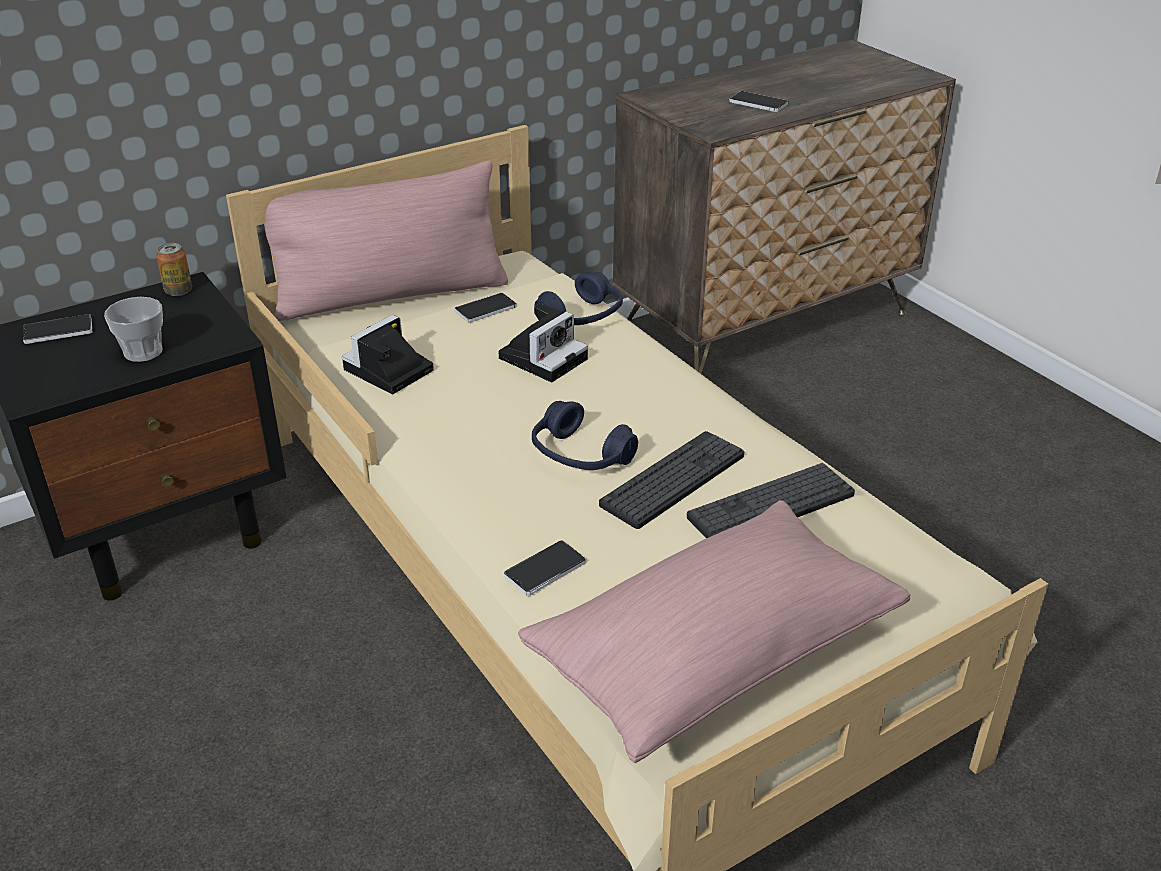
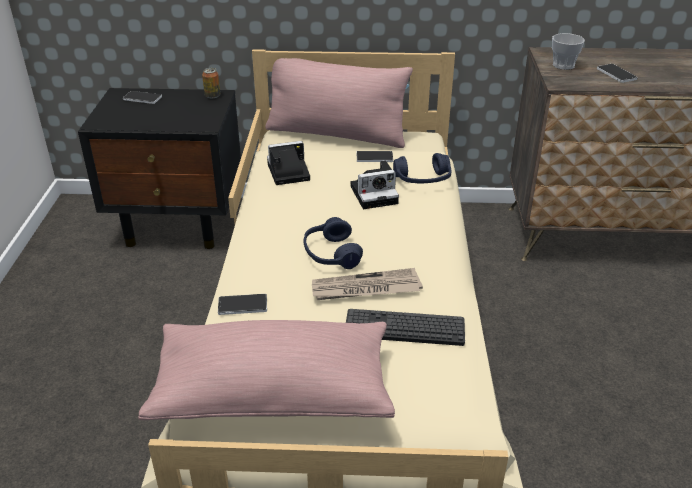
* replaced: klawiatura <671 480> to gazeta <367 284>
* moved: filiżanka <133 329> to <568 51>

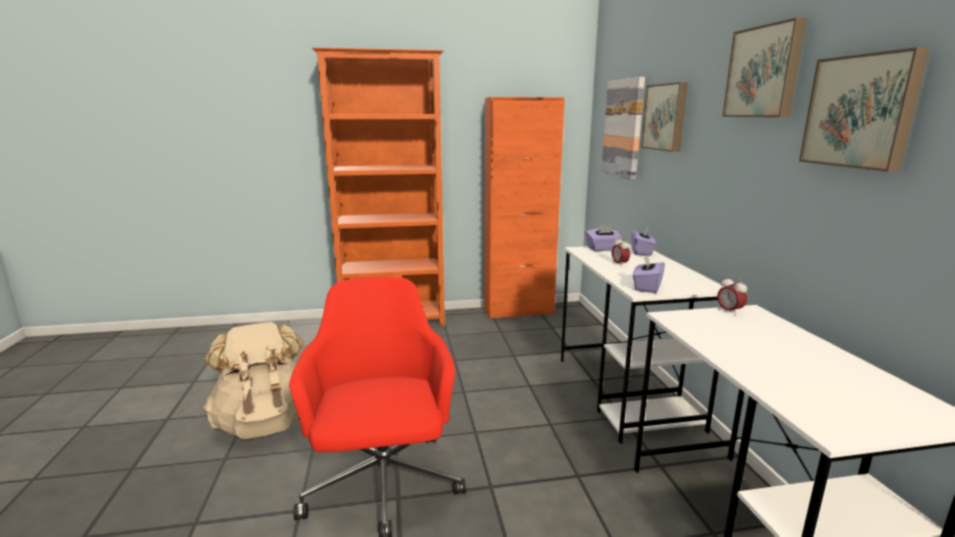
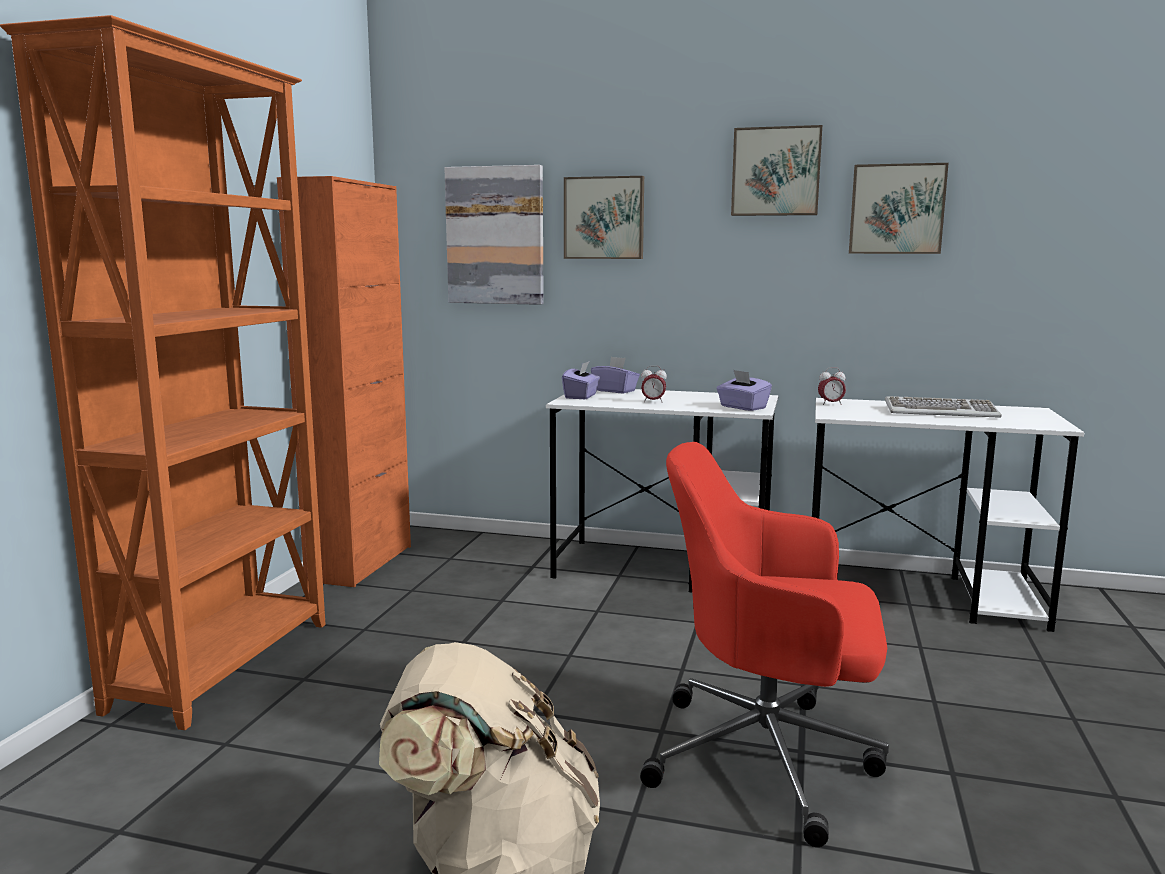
* added: klawiatura <943 407>

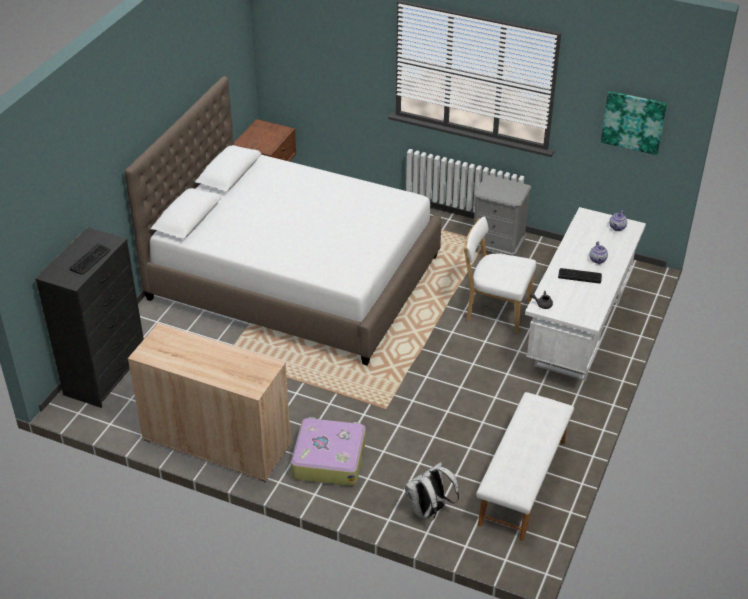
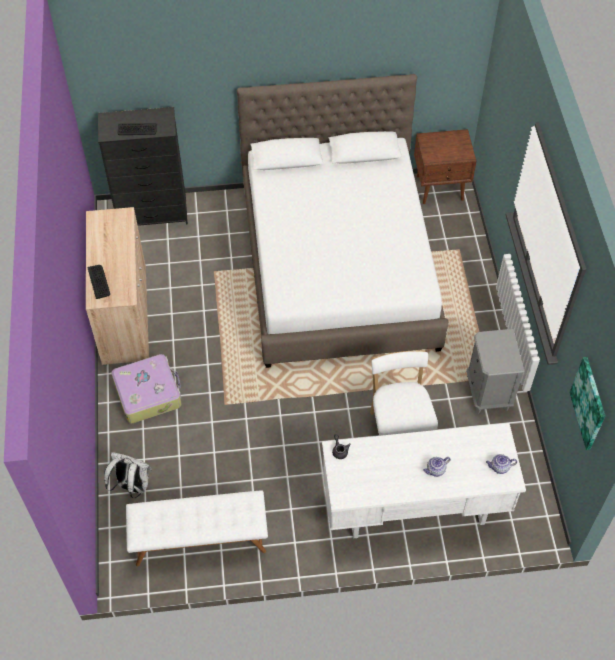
* moved: klawiatura <580 276> to <98 282>

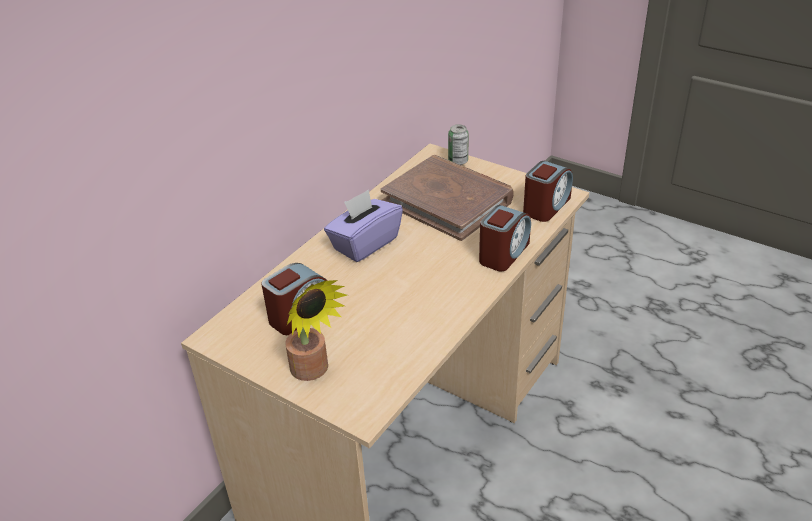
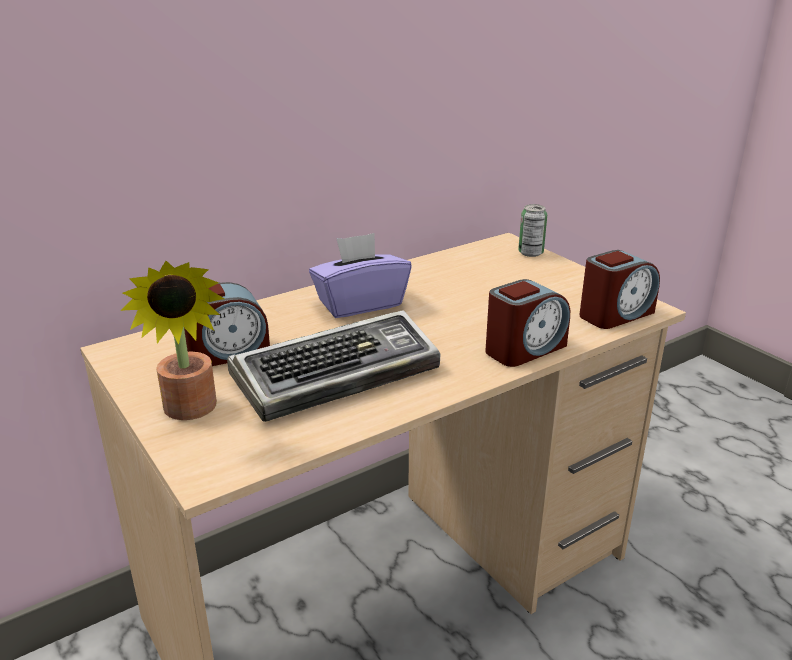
* added: klawiatura <333 366>
* removed: książka [brązowy] <447 198>

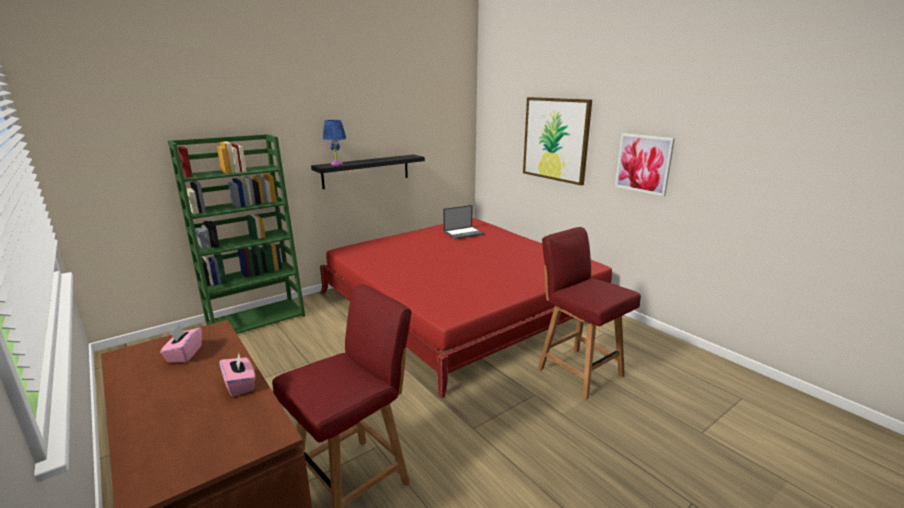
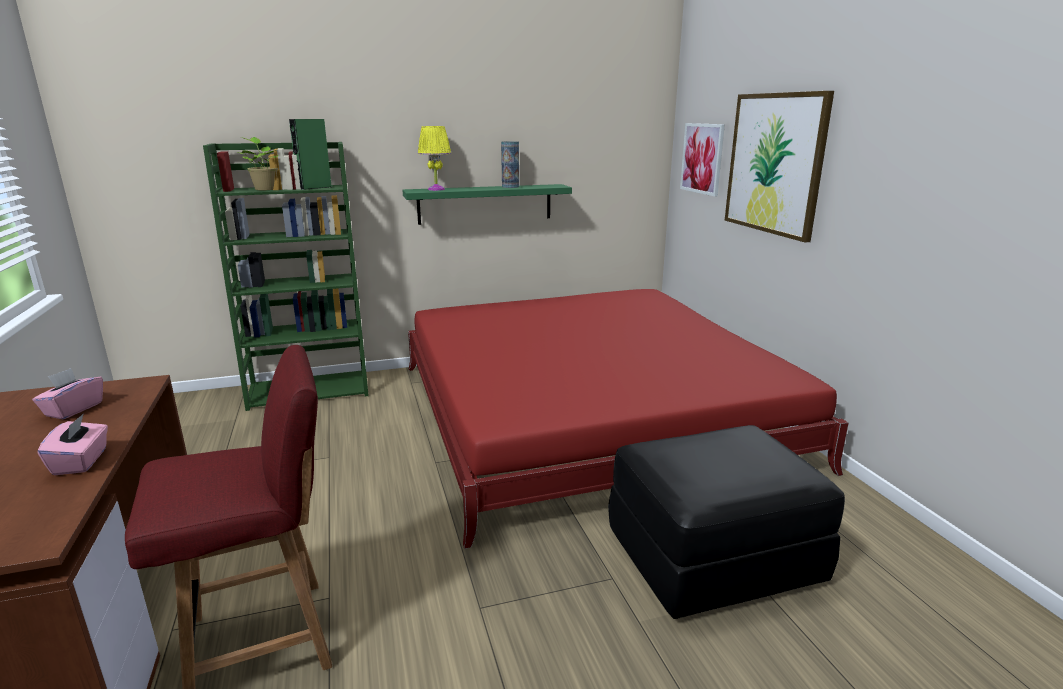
* added: roślina doniczkowa <258 163>
* added: głośnik [zielony] <310 154>
* recoloured: półka [czarny] <368 171> to półka [zielony] <487 204>
* recoloured: lampa stołowa [niebieski] <334 142> to lampa stołowa [żółty] <434 158>
* added: wazon <510 164>
* replaced: krzesło [czerwony] <589 313> to pufa [czarny] <726 522>
* moved: obraz <645 164> to <702 159>
* removed: laptop <464 222>

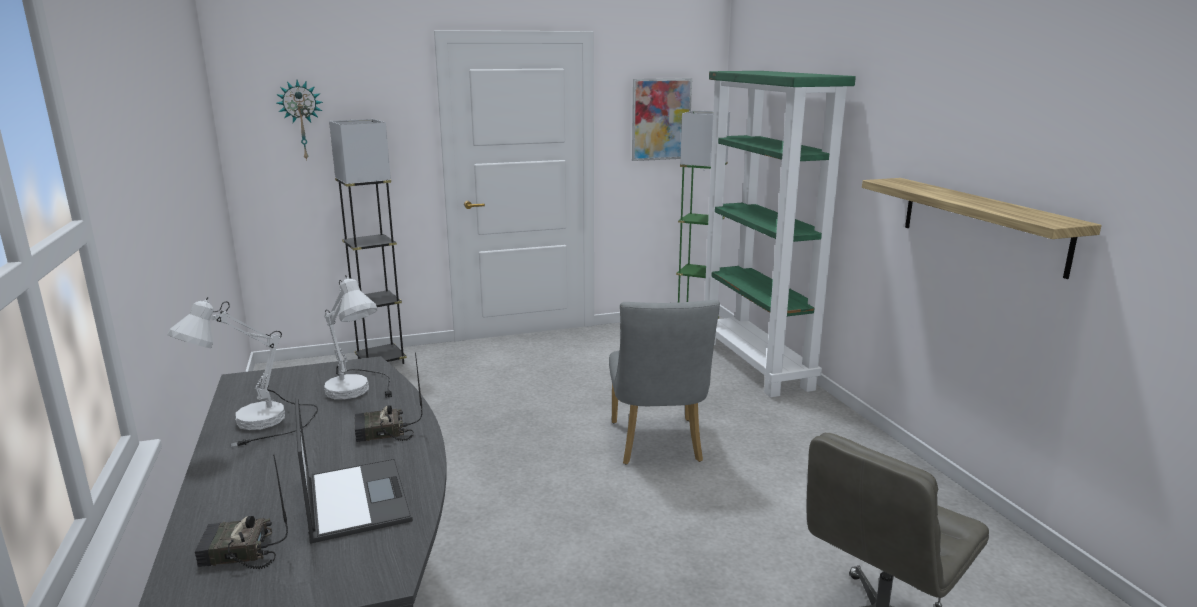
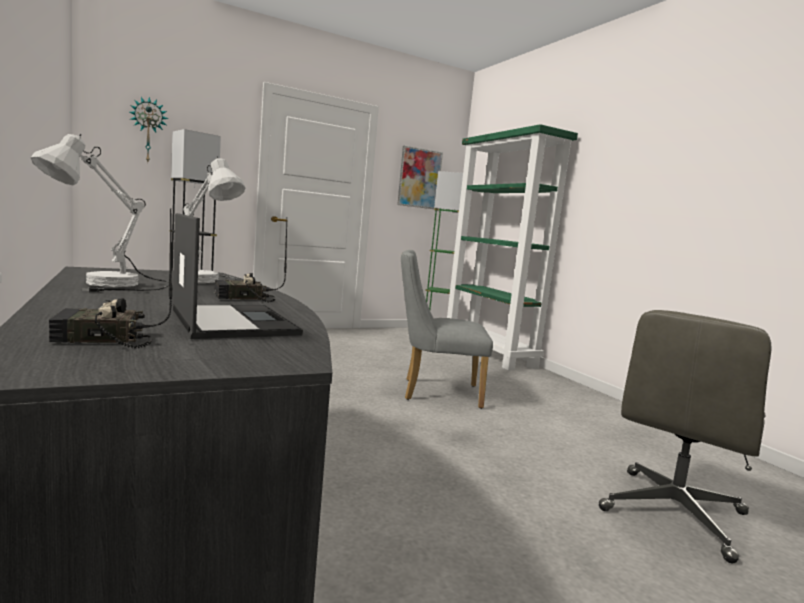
* turned: krzesło [szary] <664 382> = <447 329> 105 degrees clockwise
* removed: półka <982 228>

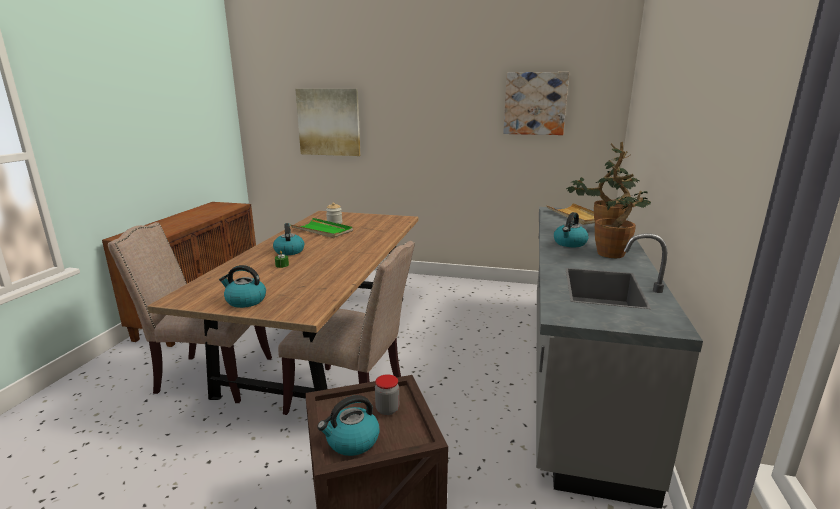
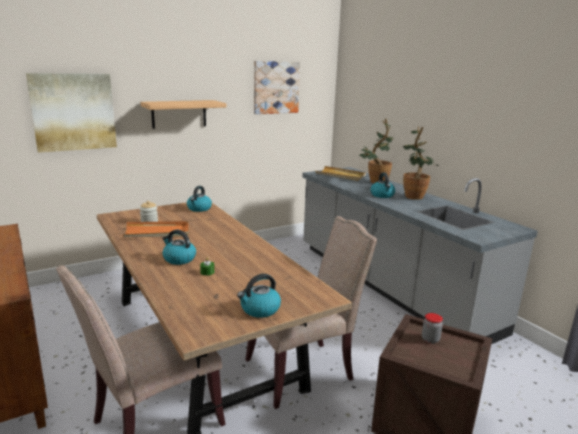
* recoloured: taca [zielony] <322 228> to taca [pomarańczowy] <156 229>
* added: półka <183 114>
* moved: czajnik <348 425> to <199 199>

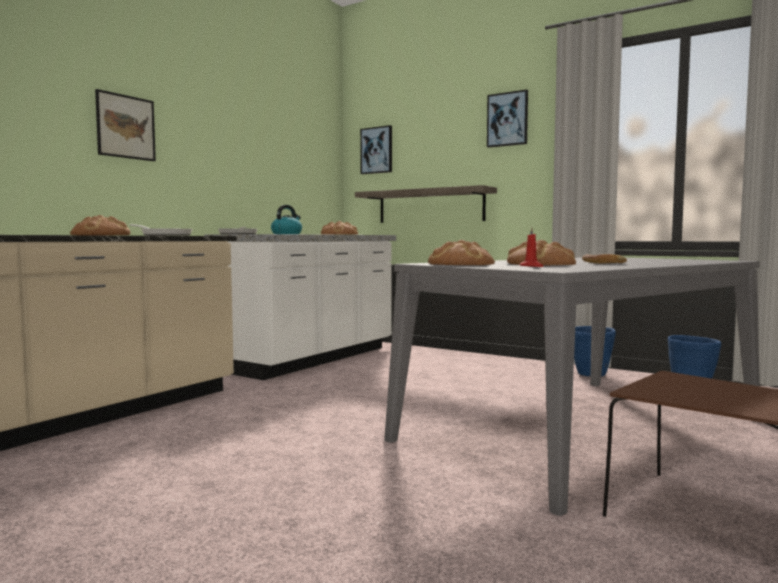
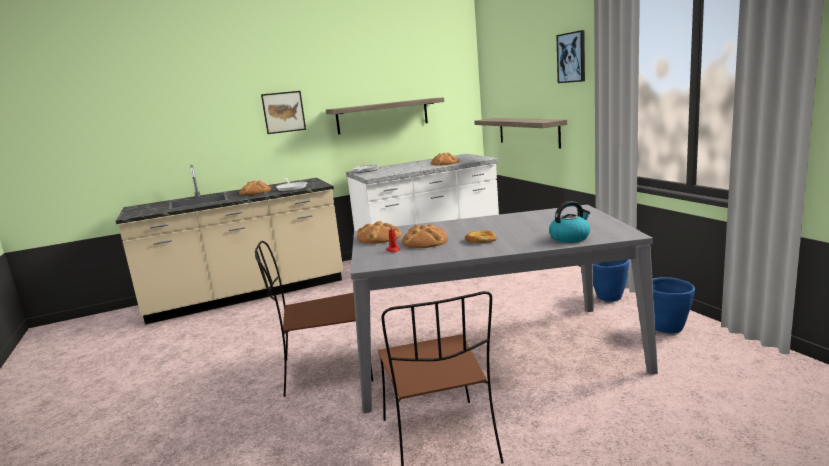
* added: krzesło [brązowy] <314 319>
* added: półka <385 115>
* moved: czajnik <286 219> to <569 222>
* removed: obraz <376 149>

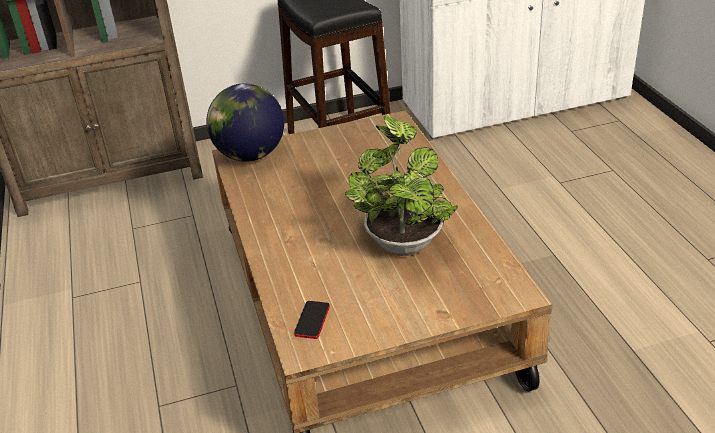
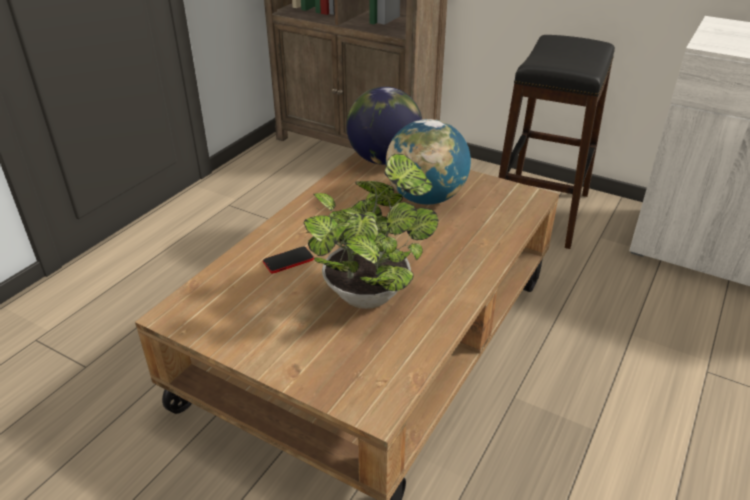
* moved: telefon <312 320> to <288 260>
* added: globus <428 162>

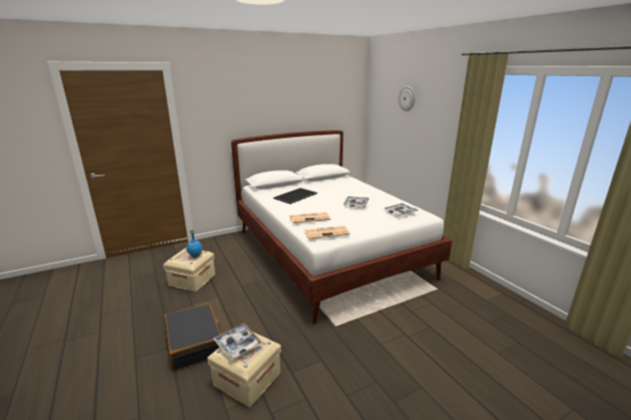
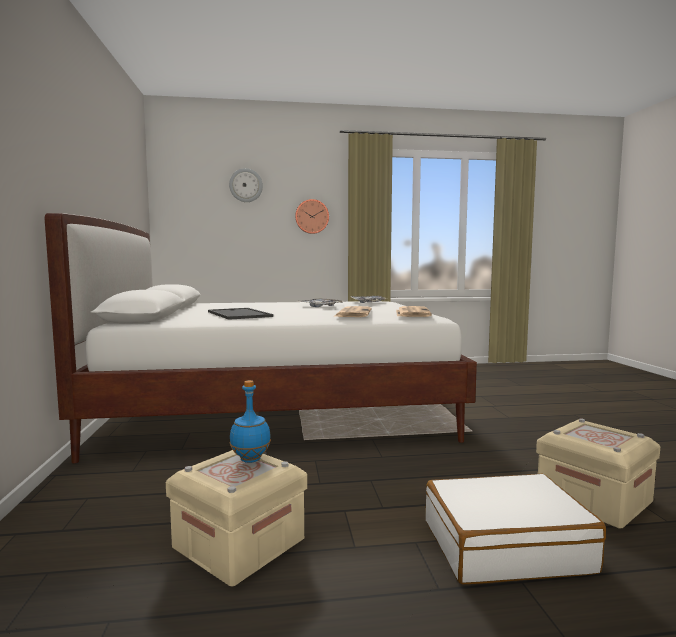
* added: zegar ścienny <312 216>
* recoloured: walizka [czarny] <192 337> to walizka [biały] <516 529>
* removed: taca <238 342>

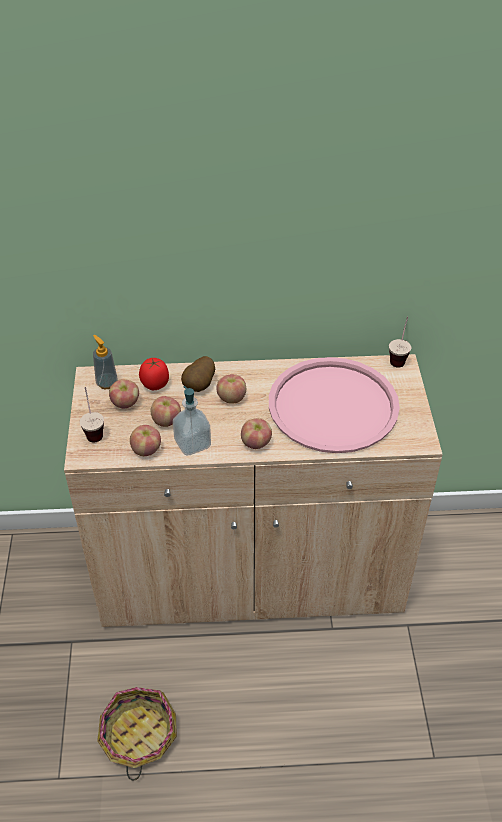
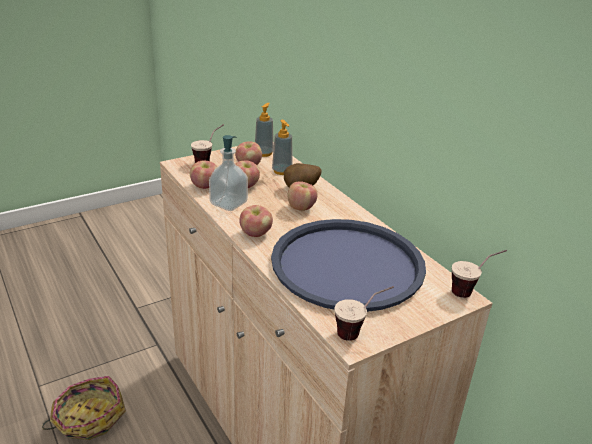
* recoloured: taca [różowy] <334 405> to taca [niebieski] <348 265>
* replaced: pomidor <154 374> to dozownik mydła <282 147>
* added: filiżanka <364 313>

